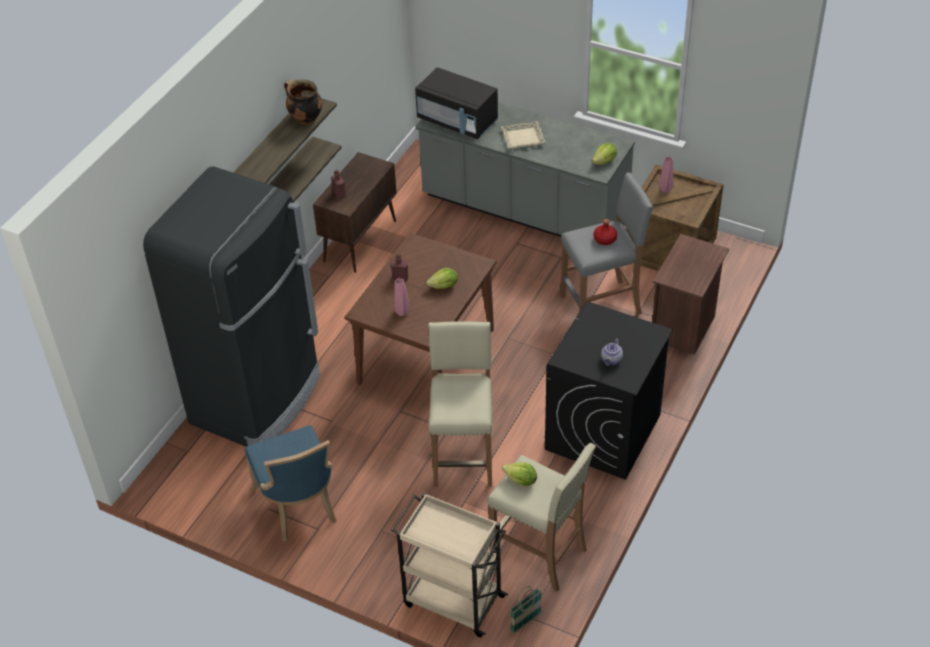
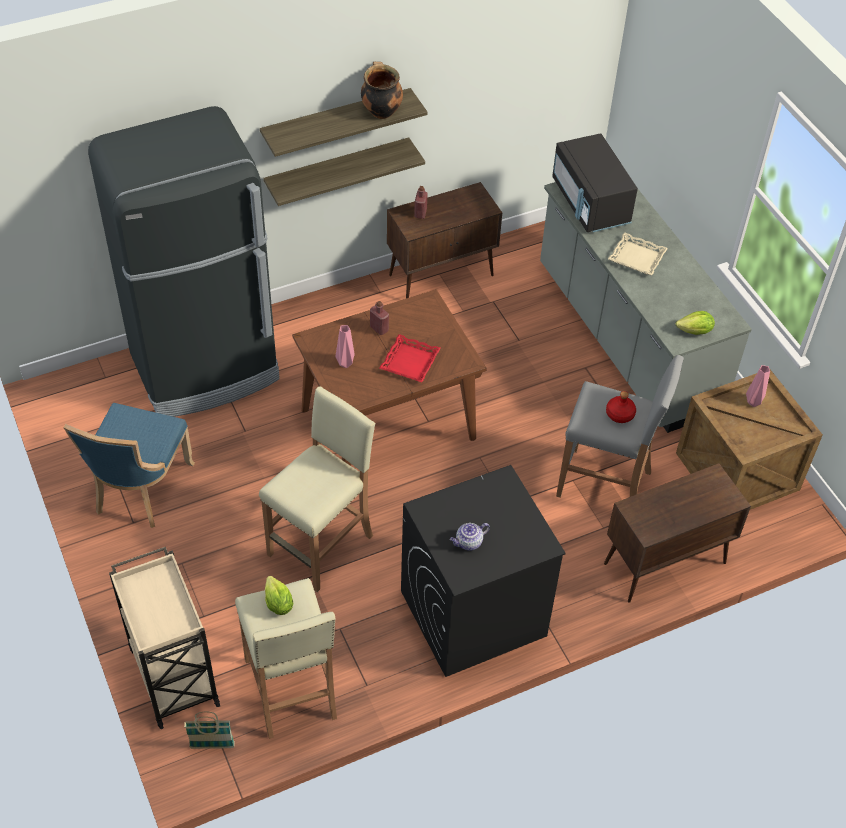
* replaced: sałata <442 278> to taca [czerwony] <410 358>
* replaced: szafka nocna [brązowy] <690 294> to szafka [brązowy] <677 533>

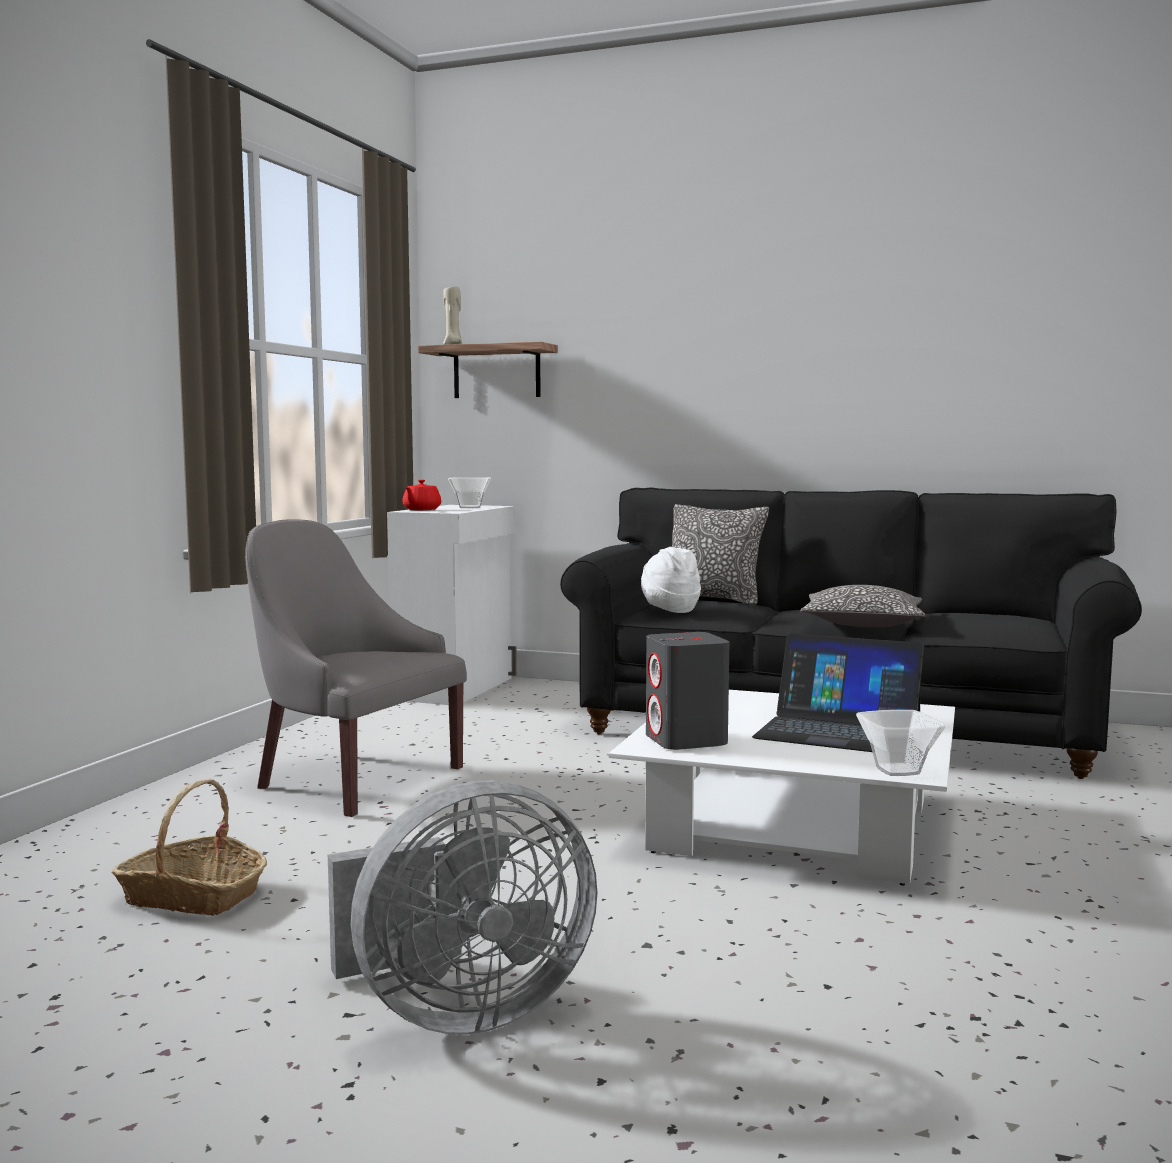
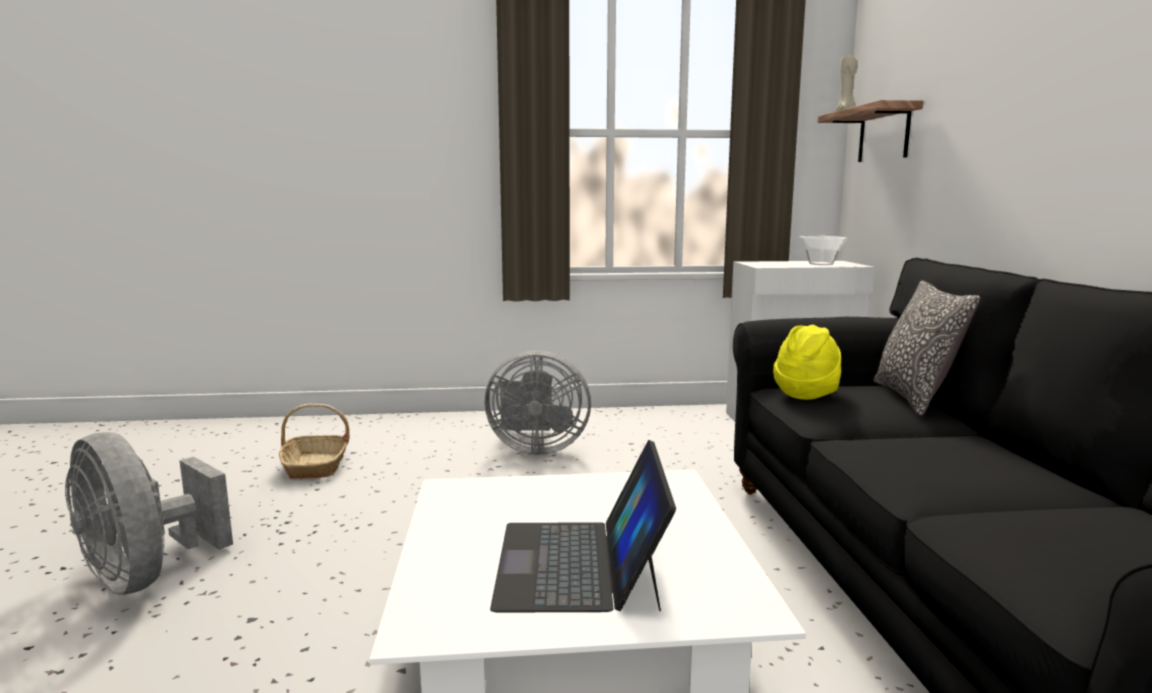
* replaced: fotel [szary] <356 668> to wentylator [szary] <538 402>
* recoloured: kapelusz [biały] <671 580> to kapelusz [żółty] <807 362>
* removed: imbryk [czerwony] <421 495>
* removed: głośnik [szary] <688 691>
* removed: poduszka <862 606>
* removed: miska <900 743>

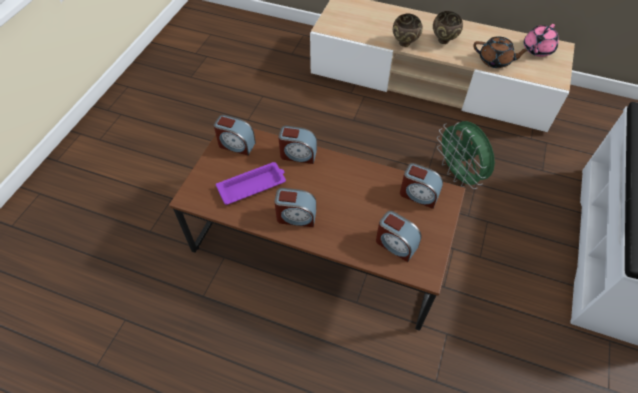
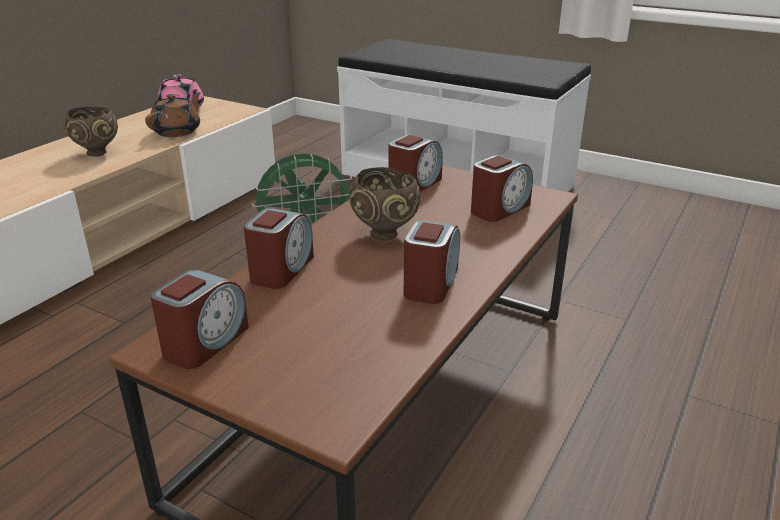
* moved: miska [brązowy] <408 30> to <385 204>
* removed: taca [fioletowy] <251 183>

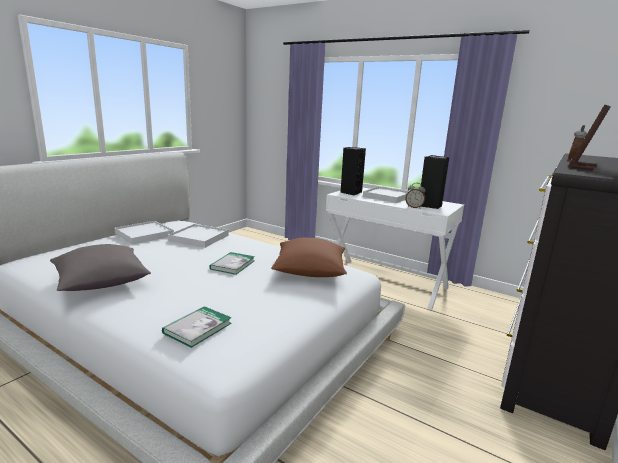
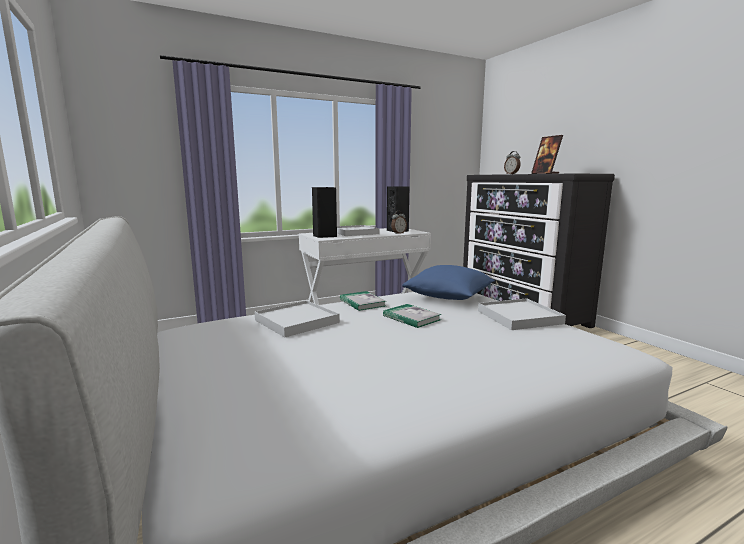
* moved: książka <197 327> to <363 301>
* recoloured: poduszka [brązowy] <309 257> to poduszka [niebieski] <448 282>
* moved: taca [biały] <144 233> to <522 314>
* removed: poduszka [szary] <100 267>

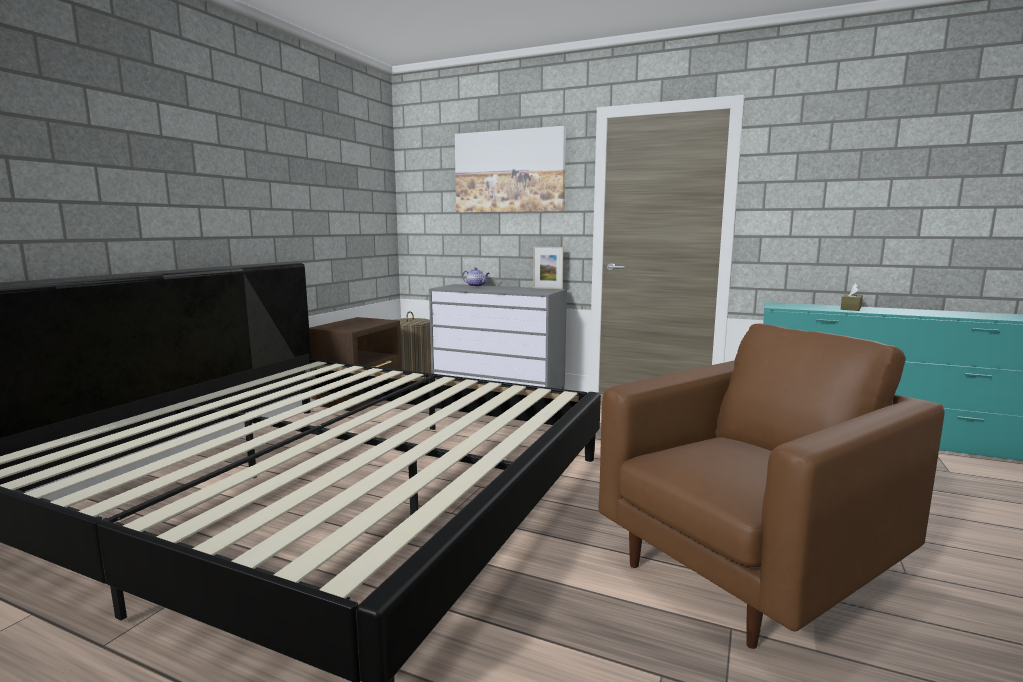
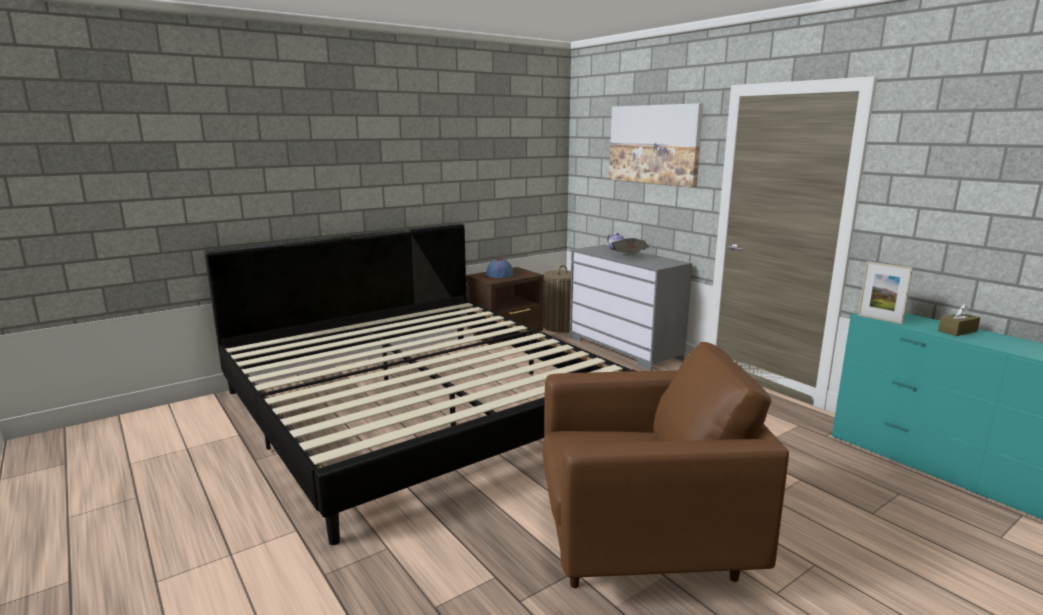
* added: kapelusz [niebieski] <500 268>
* added: gazeta <630 245>
* moved: ramka na zdjęcie <548 268> to <885 292>

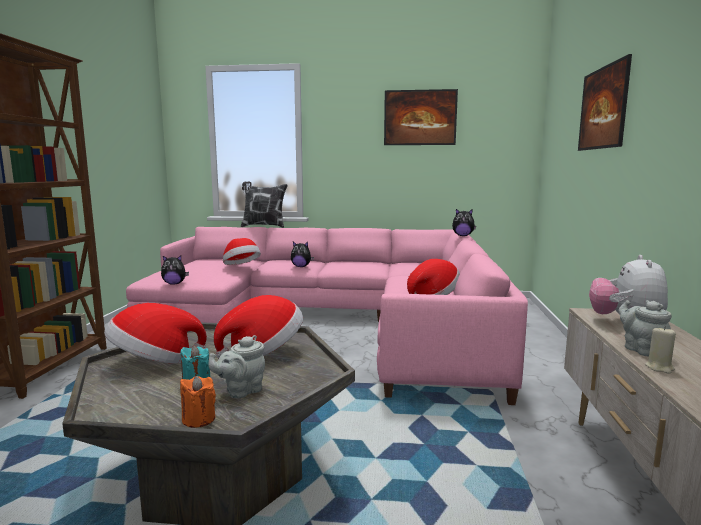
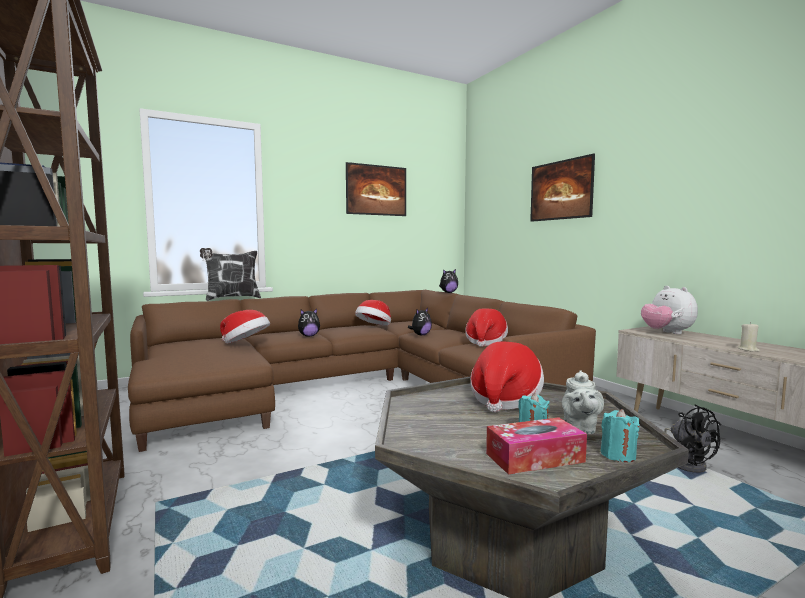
* recoloured: kanapa [różowy] <327 316> to kanapa [brązowy] <362 371>
* moved: kapelusz <155 333> to <373 313>
* moved: pluszak <175 270> to <420 321>
* added: pudełko chusteczek <536 446>
* recoloured: świeca [pomarańczowy] <198 402> to świeca [turkusowy] <620 435>
* added: wentylator [czarny] <692 438>
* removed: imbryk [szary] <645 328>

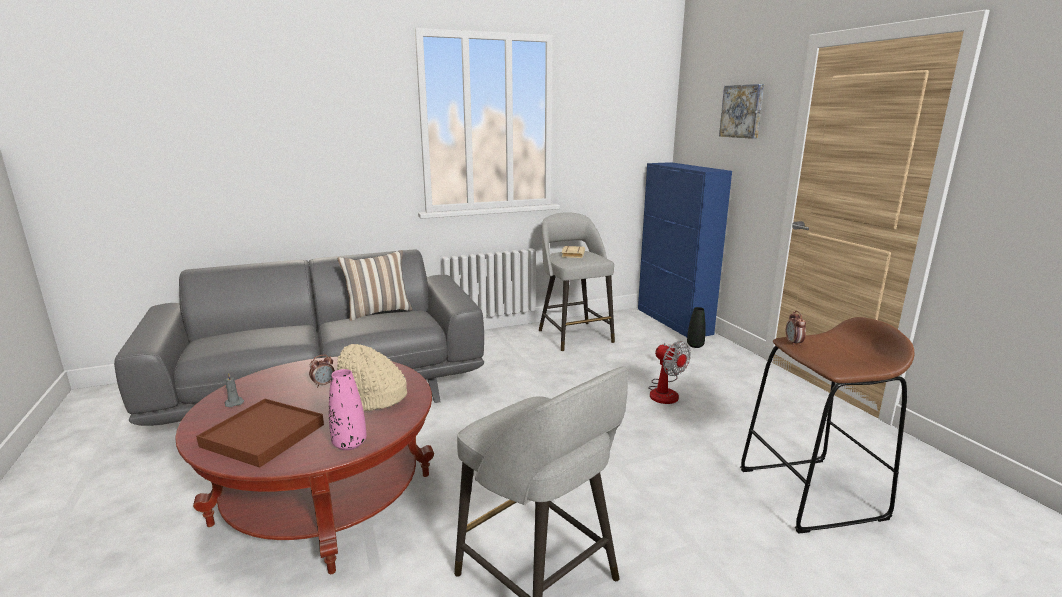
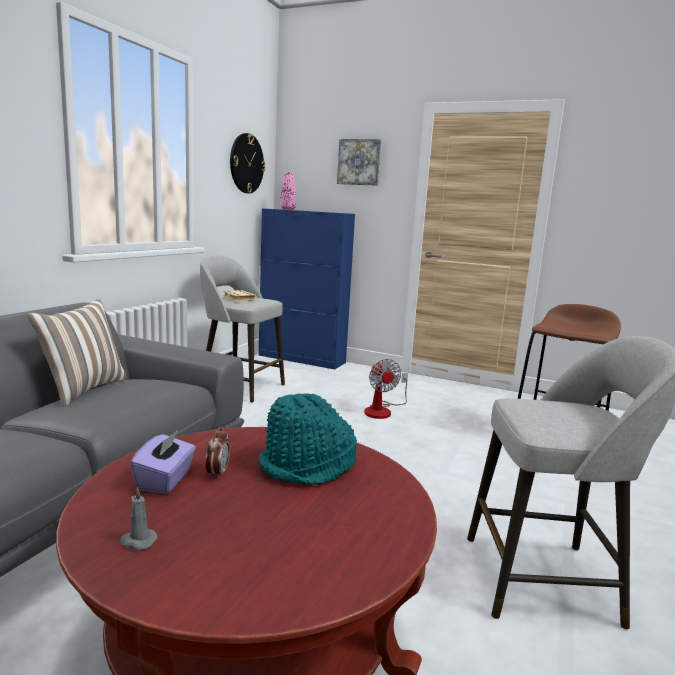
* added: pudełko chusteczek [fioletowy] <163 462>
* added: zegar ścienny <247 163>
* recoloured: kapelusz [beżowy] <372 377> to kapelusz [turkusowy] <307 439>
* moved: wazon [różowy] <347 409> to <288 191>
* turned: wentylator <669 372> = <386 389> 60 degrees clockwise
* removed: taca [brązowy] <260 433>
* removed: wazon [czarny] <696 327>
* removed: budzik <796 329>

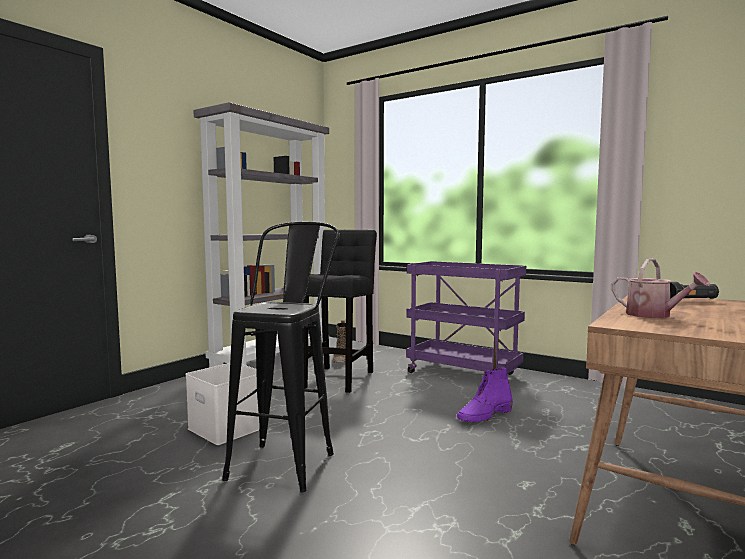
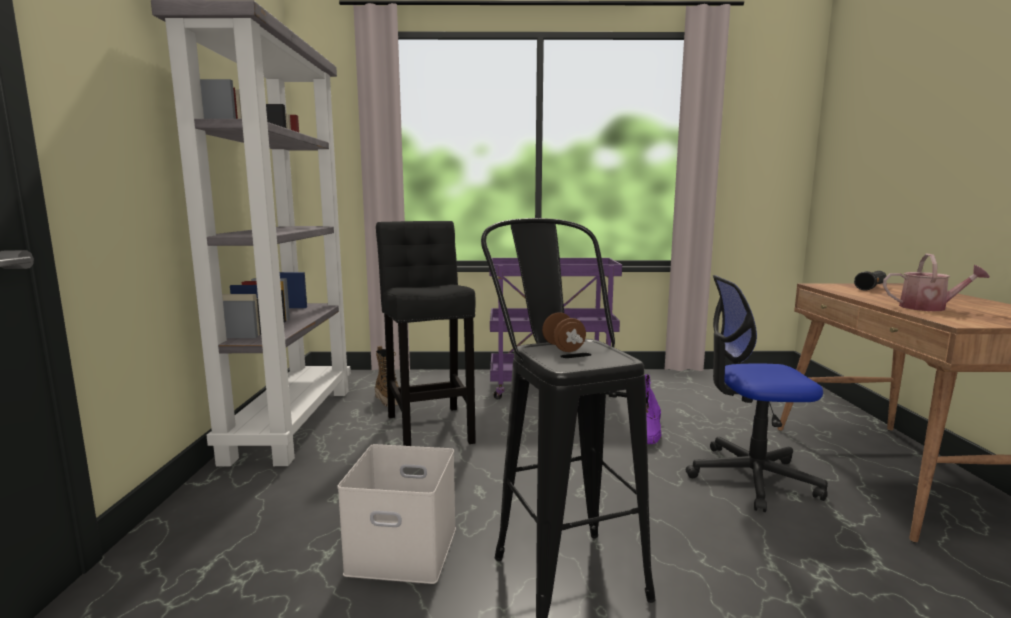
* added: hantel [brązowy] <564 332>
* added: krzesło biurowe <756 393>

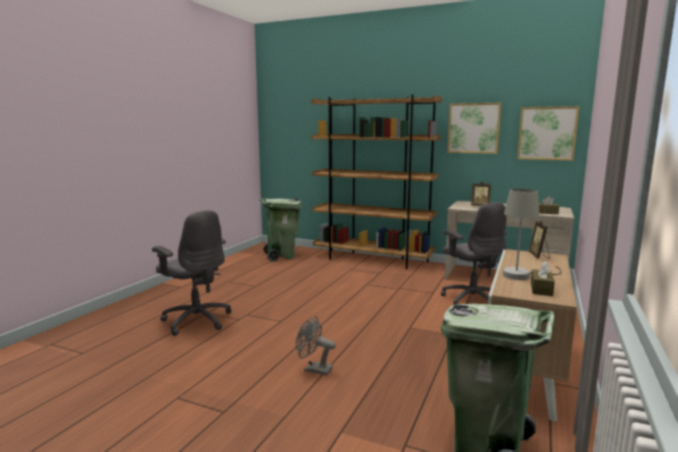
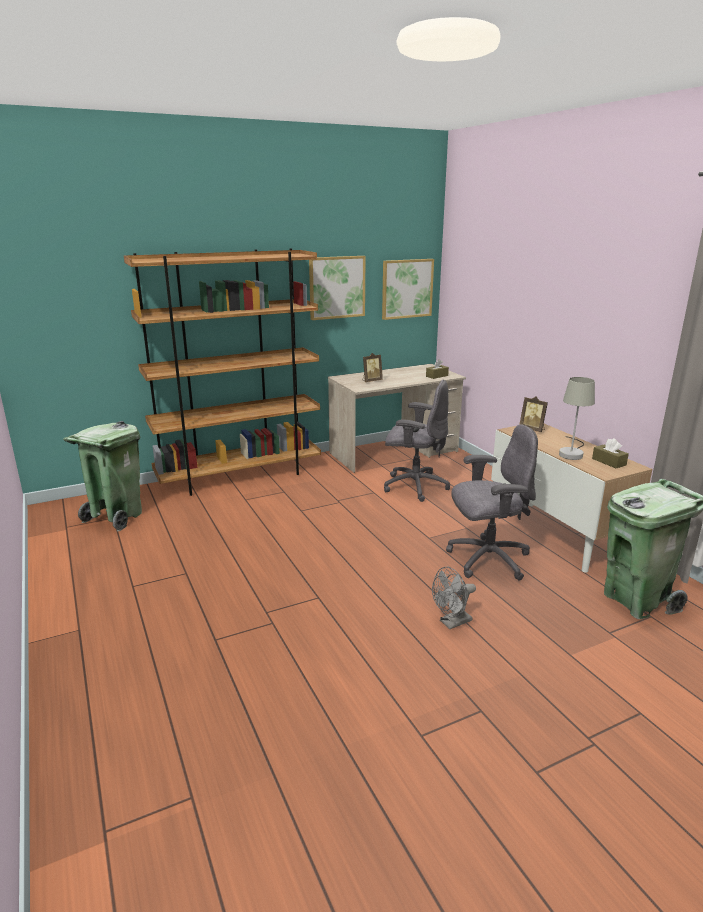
* moved: krzesło biurowe [szary] <191 273> to <492 502>

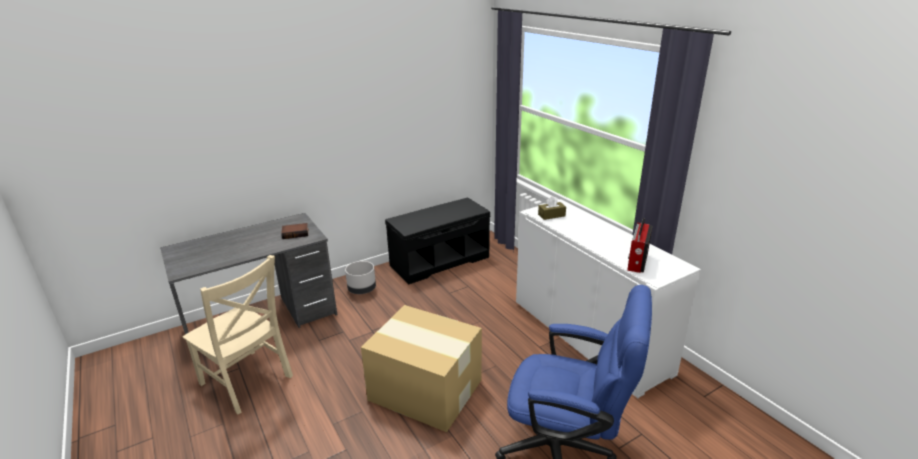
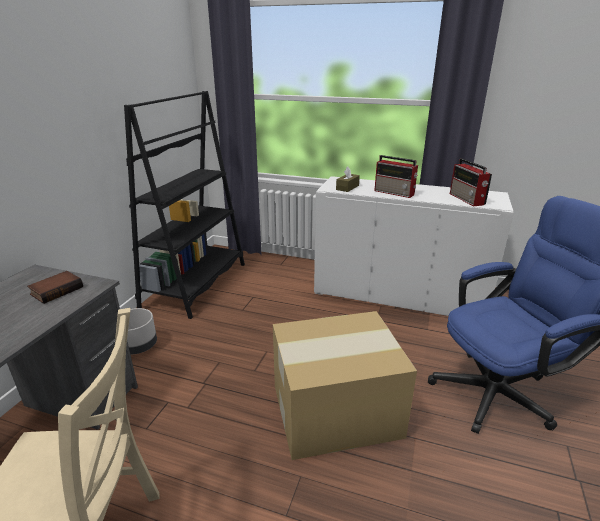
* replaced: ławka [czarny] <437 241> to regał [czarny] <184 205>
* added: radio <396 176>

